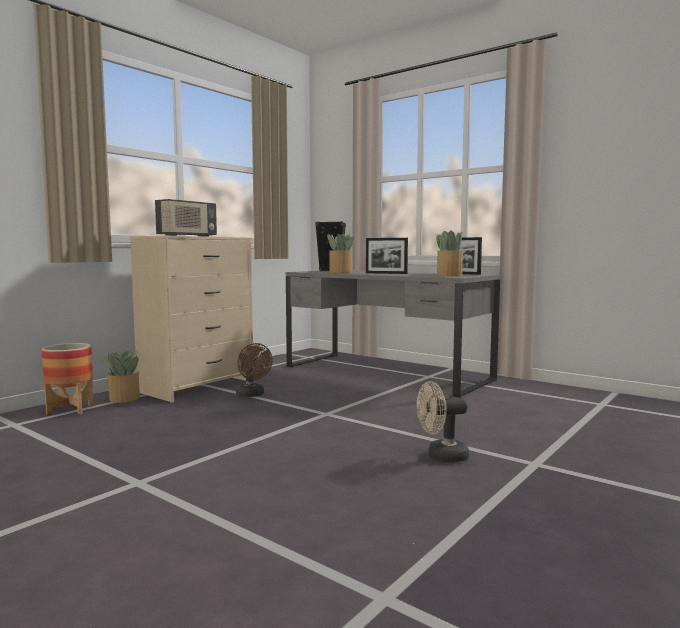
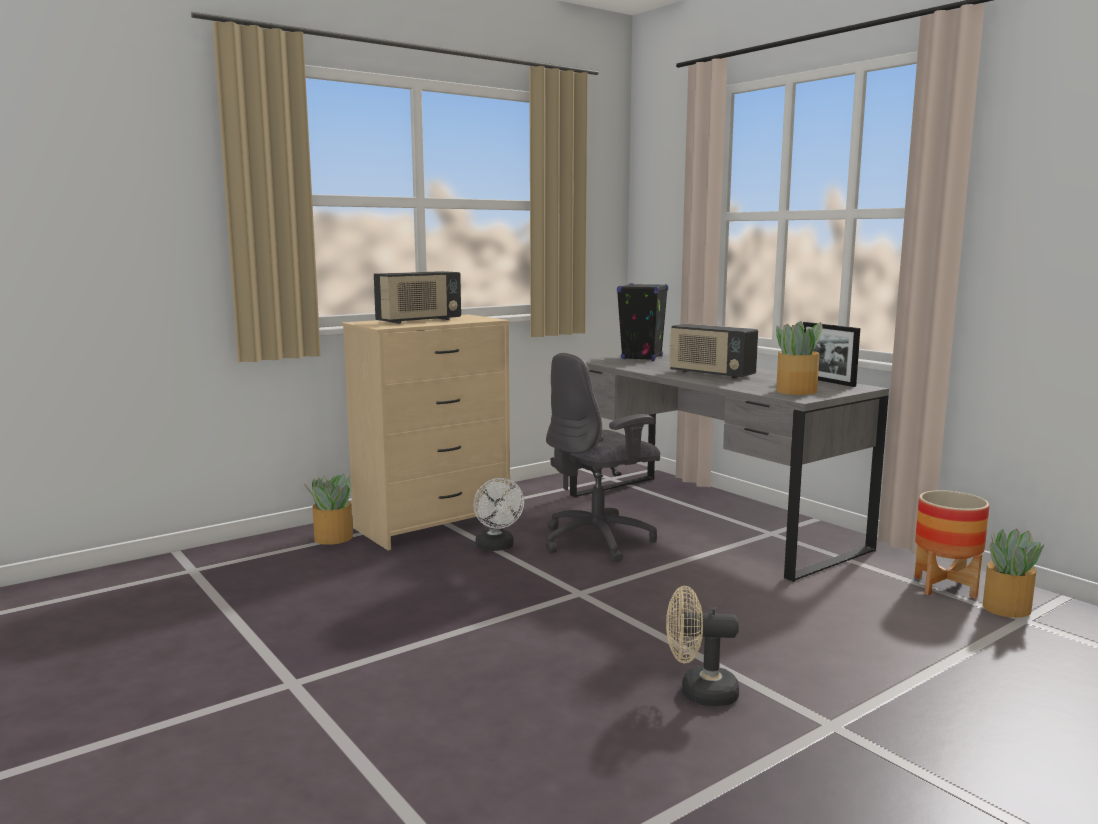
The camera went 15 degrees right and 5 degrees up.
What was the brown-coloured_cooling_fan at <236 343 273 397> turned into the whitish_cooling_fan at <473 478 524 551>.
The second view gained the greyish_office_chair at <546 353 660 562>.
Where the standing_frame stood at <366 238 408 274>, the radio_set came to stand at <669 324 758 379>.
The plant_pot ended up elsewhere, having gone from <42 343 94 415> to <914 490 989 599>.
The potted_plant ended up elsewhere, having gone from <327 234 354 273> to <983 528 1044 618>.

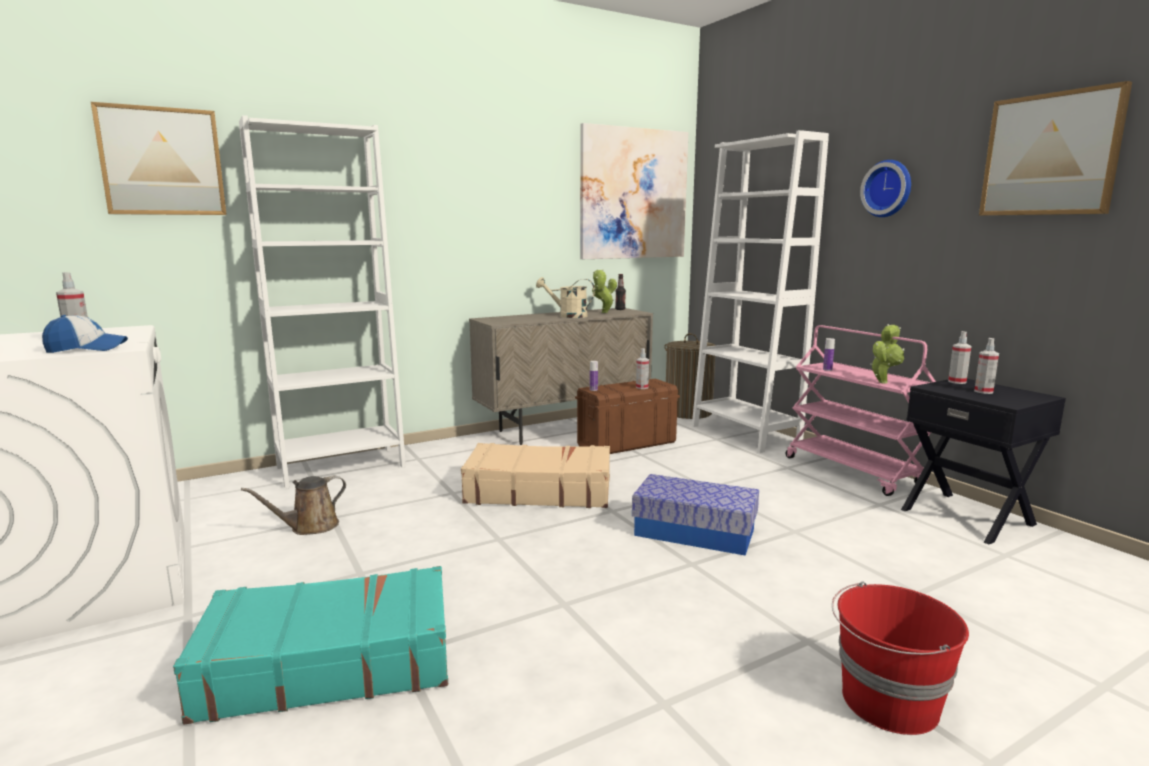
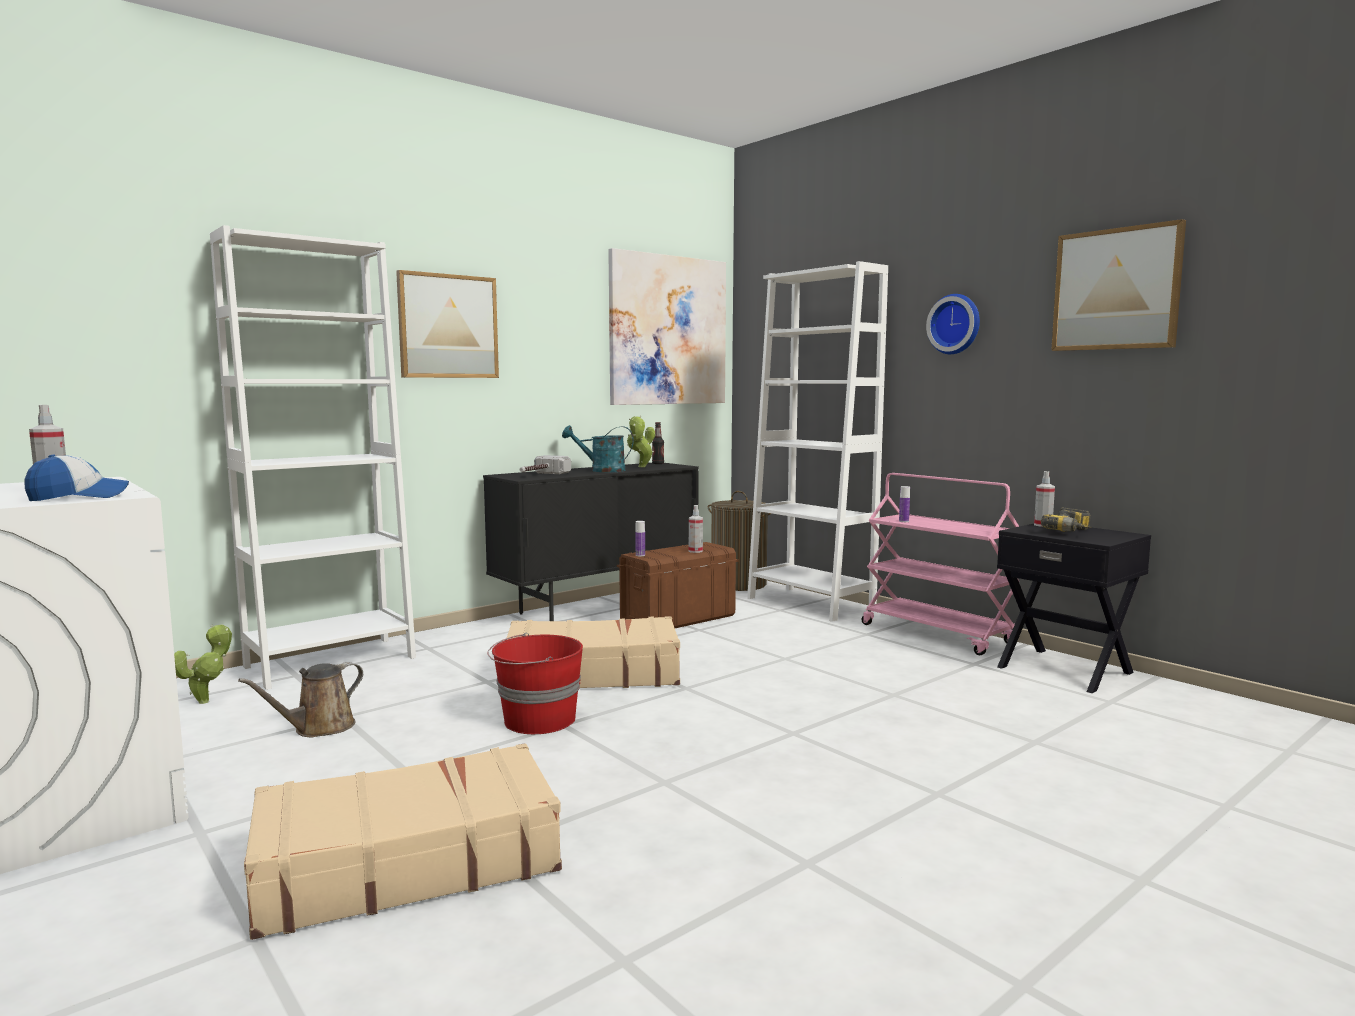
The camera went 10 degrees left and 5 degrees down.
The potted_plant ended up elsewhere, having gone from <870 324 904 384> to <174 624 232 704>.
What was the turquoise-coloured_travel_case at <173 566 448 725> turned into the beige-coloured_travel_case at <244 743 562 940>.
The wall_art ended up elsewhere, having gone from <91 102 227 215> to <396 270 499 378>.
What was the beige-coloured_cabinet at <469 308 653 445> turned into the blackish_cabinet at <483 463 699 621>.
The reddish_water_bucket ended up elsewhere, having gone from <832 582 969 735> to <488 633 583 734>.
The second view gained the hammer at <520 455 571 474>.
What was the beige-coloured_watering_pot at <536 277 595 318> turned into the turquoise-coloured_watering_pot at <562 425 634 472>.
Where the spray_bottle stood at <974 338 999 394>, the power_drill came to stand at <1041 508 1092 532>.
The second view lost the storage_container at <632 474 759 556>.

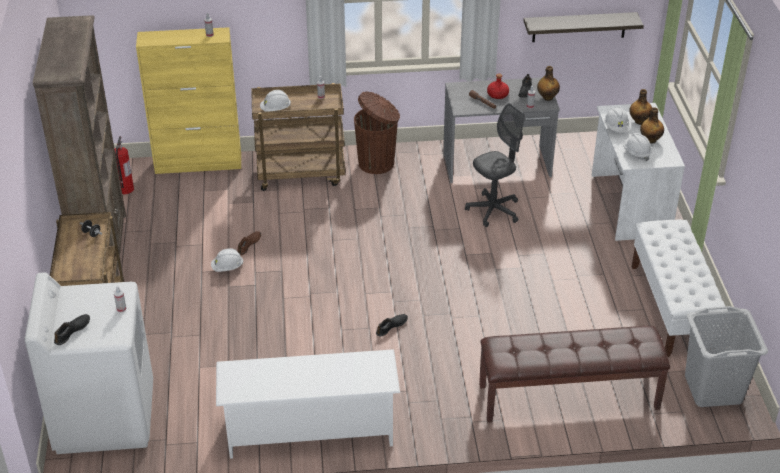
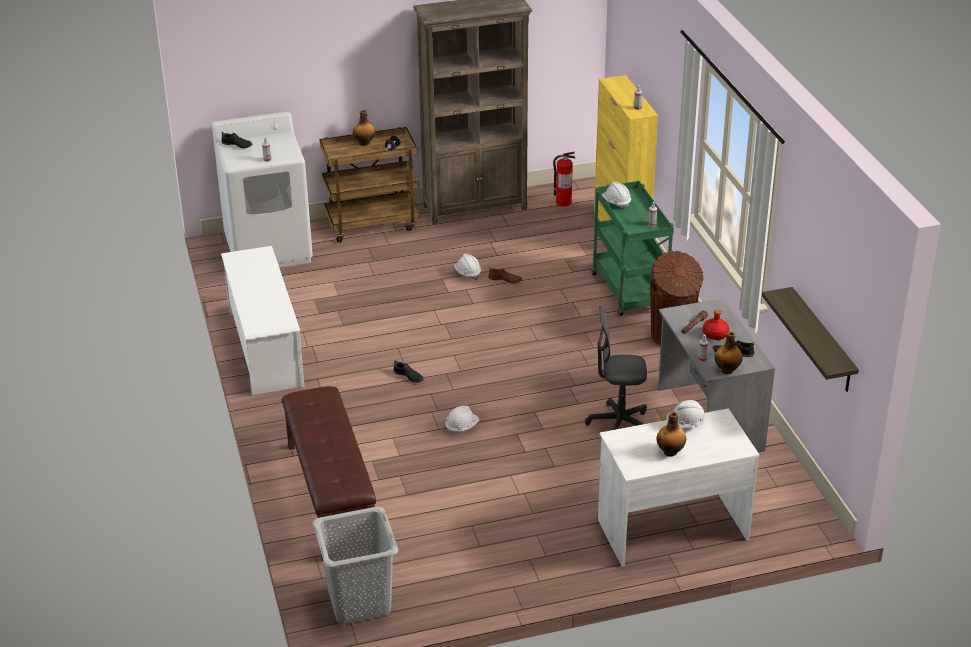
The camera went 80 degrees right and 5 degrees down.
The bottle ended up elsewhere, having gone from <629 89 652 125> to <353 110 375 146>.
The whitish_work_helmet ended up elsewhere, having gone from <622 133 652 161> to <445 406 479 434>.
The greyish_office_chair at <465 103 525 227> ended up facing another way, 135 degrees clockwise from before.
What was the brown-coloured_trolley at <251 83 346 191> turned into the greenish_trolley at <592 181 674 316>.
The second view lost the whitish_bench at <632 220 726 357>.

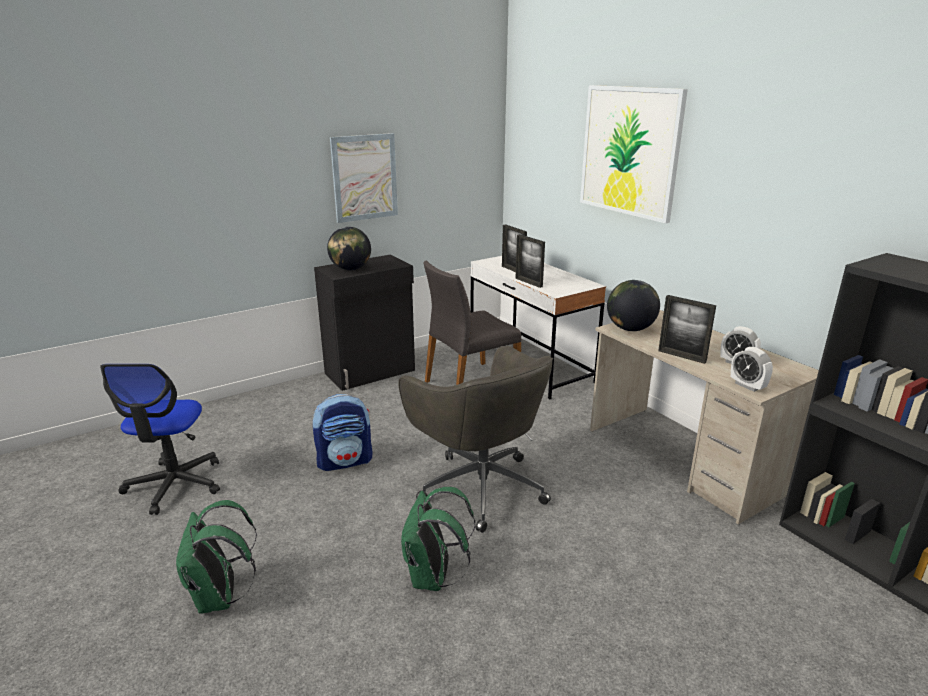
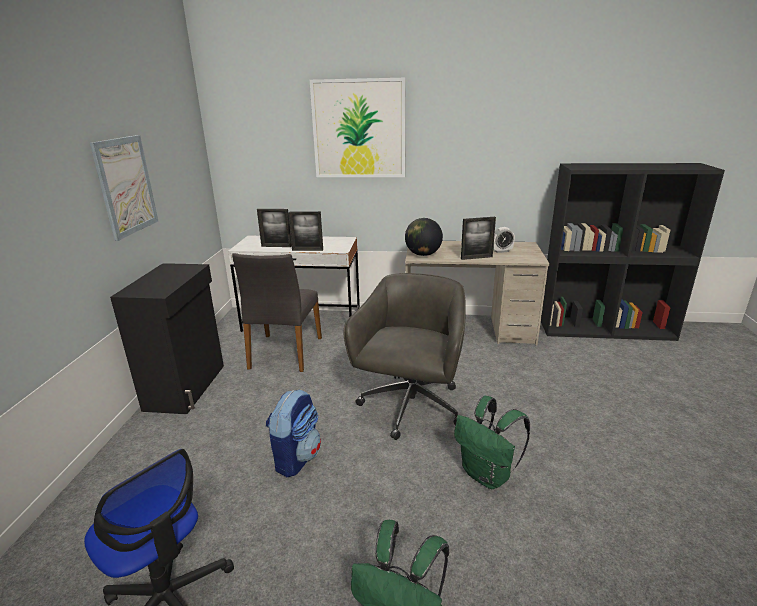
The camera went 50 degrees left and 0 degrees up.
The greyish_office_chair at <399 346 553 533> ended up facing another way, 75 degrees counterclockwise from before.
The second view lost the globe at <327 227 371 270>.
The second view lost the table_clock at <731 347 773 392>.

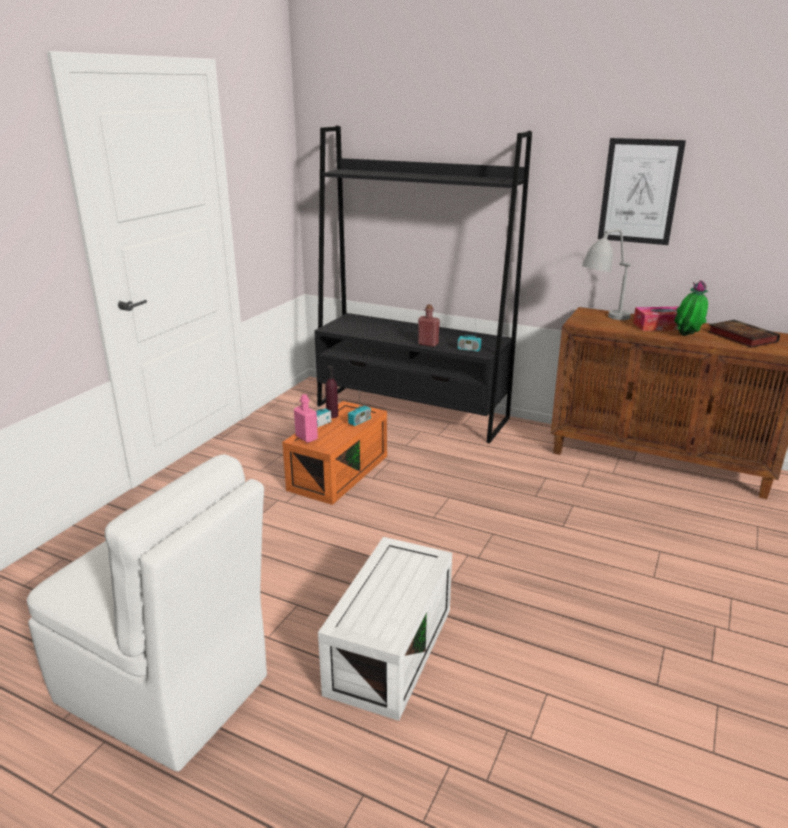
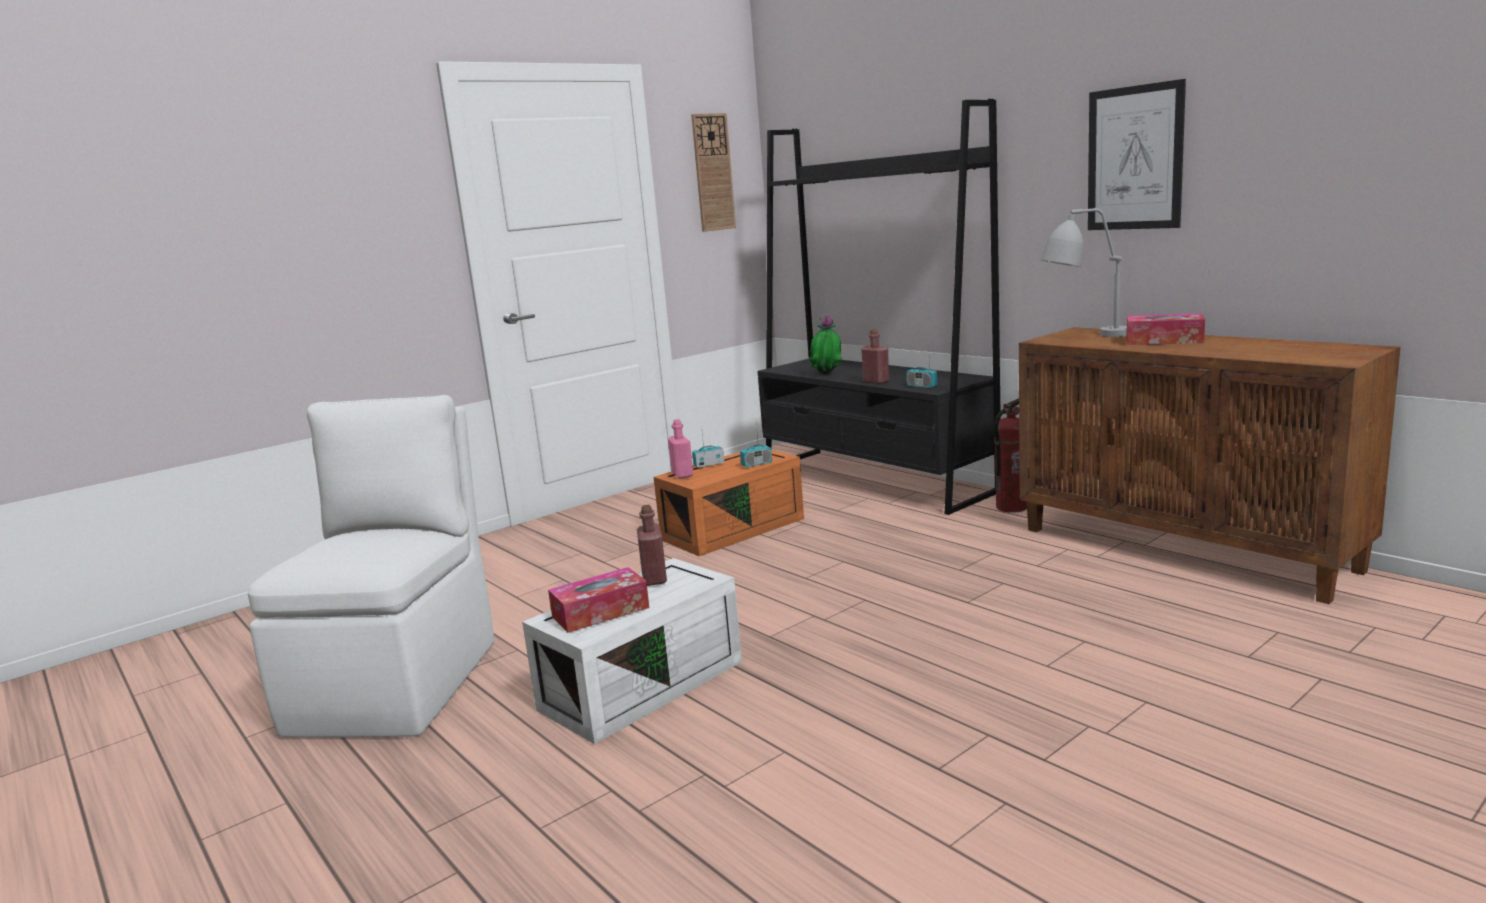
The camera went 25 degrees right and 10 degrees down.
The whitish_upright_chair at <27 454 267 772> ended up facing another way, 135 degrees counterclockwise from before.
The second view gained the box_of_tissues at <548 567 649 633>.
The second view gained the reddish_bottle at <637 505 667 586>.
The second view gained the clock_on_the_wall at <691 113 736 232>.
The potted_plant ended up elsewhere, having gone from <674 280 708 336> to <809 316 842 375>.
The second view gained the extinguisher at <994 398 1027 513>.
The second view lost the purplish_bottle at <325 366 338 418>.
The second view lost the book at <707 320 780 348>.

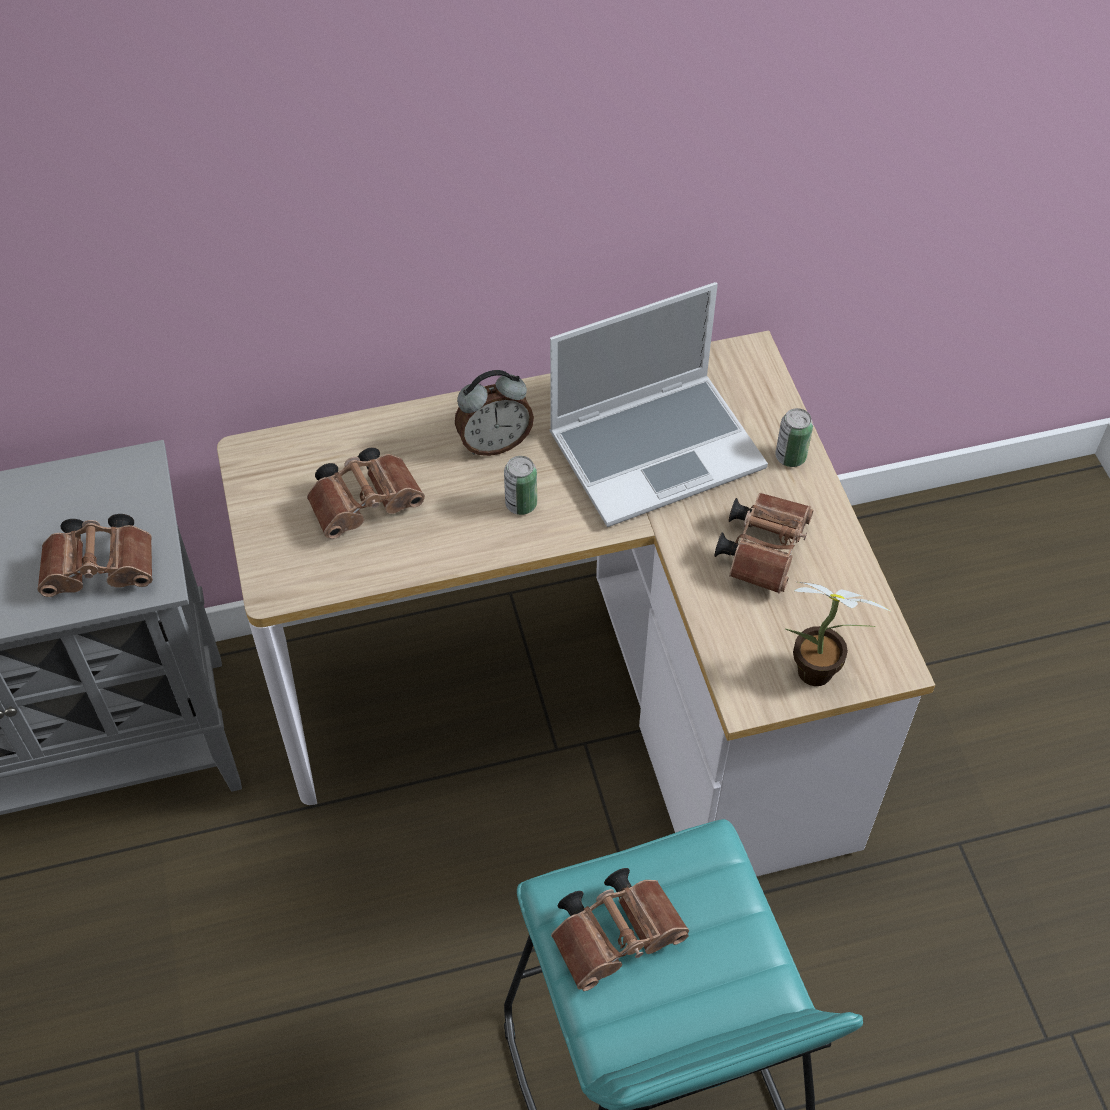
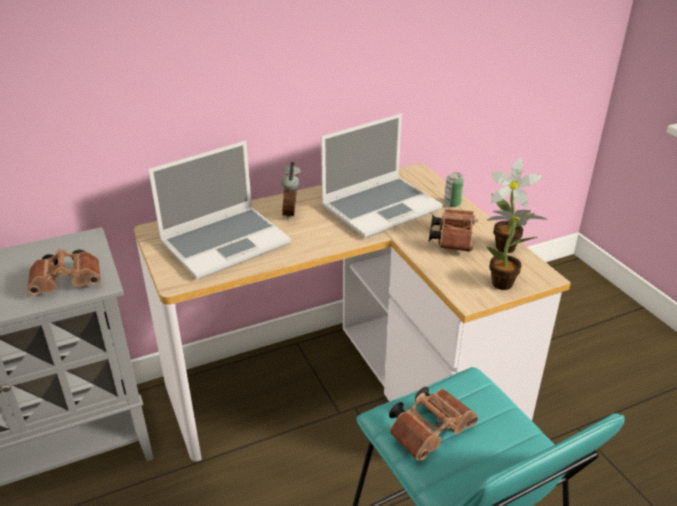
The camera went 10 degrees left and 20 degrees down.
Where the brown-coloured_field_glasses stood at <307 447 425 539>, the portable_computer came to stand at <148 141 291 279>.
The table_clock at <455 370 534 456> ended up facing another way, 120 degrees clockwise from before.
The second view gained the potted_plant at <490 158 543 253>.
The second view lost the metal_can at <504 456 537 515>.

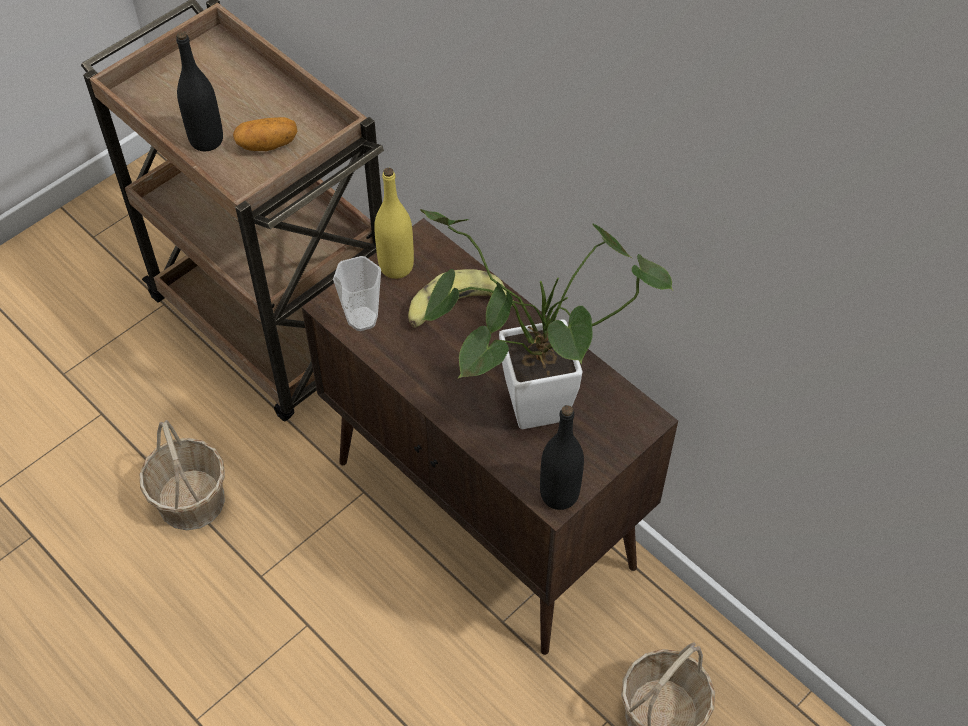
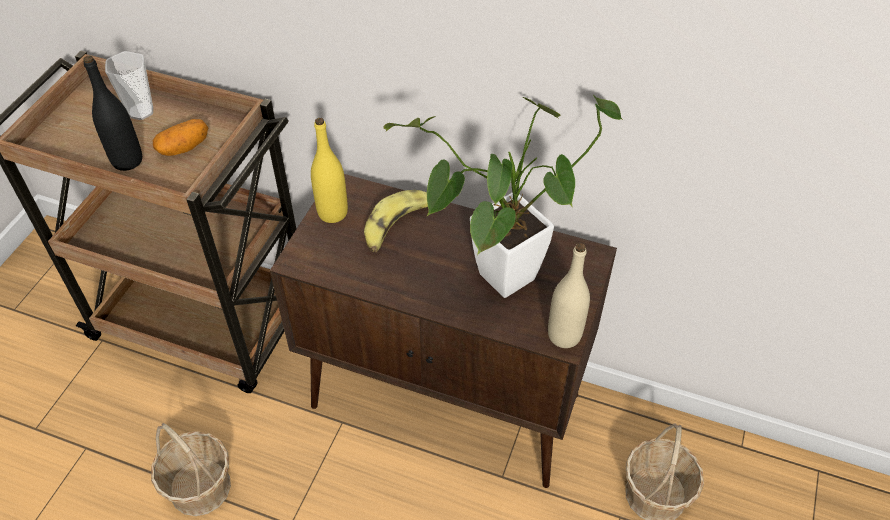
The camera went 25 degrees left and 5 degrees down.
The small_cup ended up elsewhere, having gone from <333 256 381 331> to <105 51 153 120>.
What was the blackish_bottle at <540 405 584 510> turned into the beige-coloured_bottle at <548 243 590 348>.

